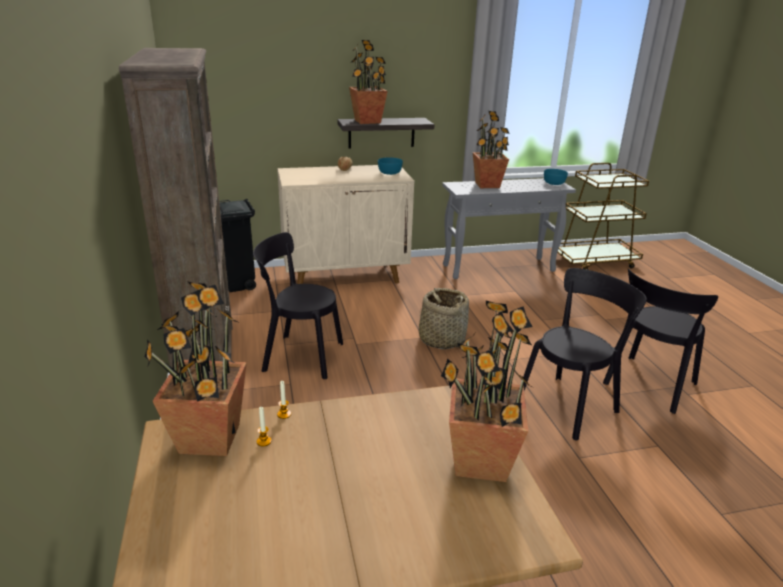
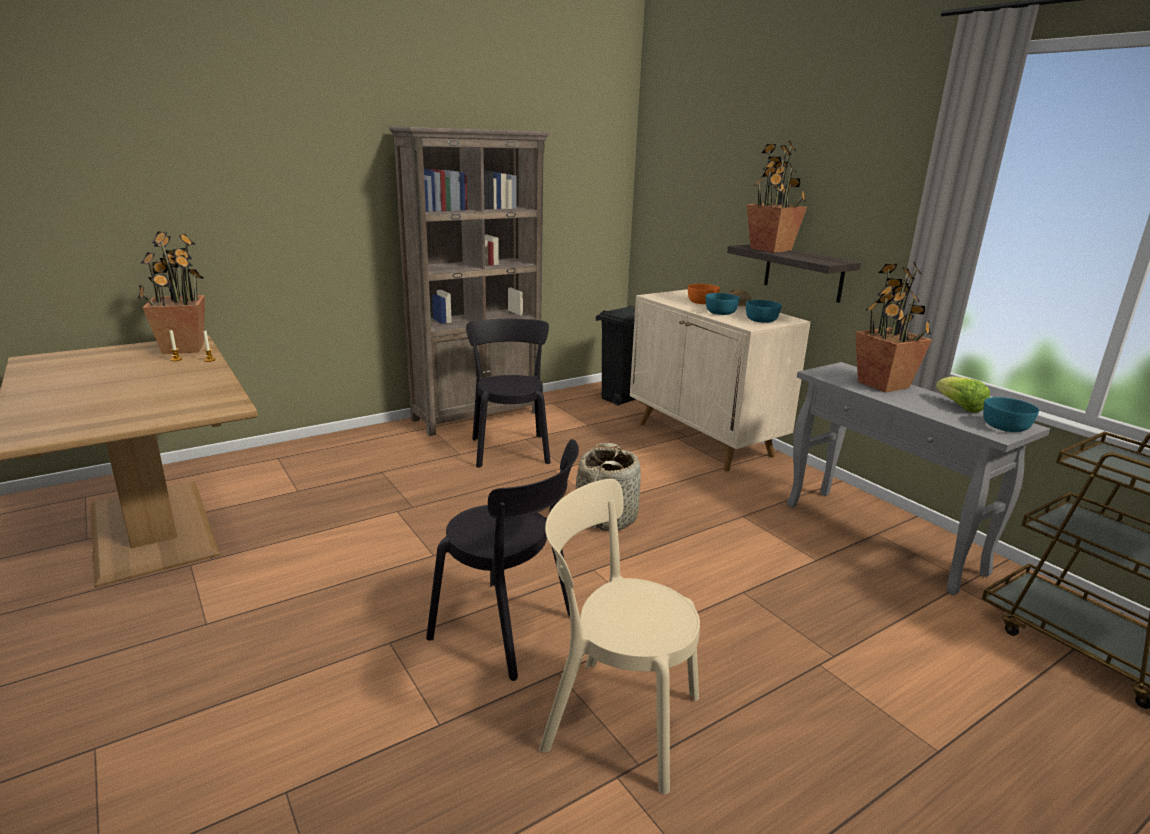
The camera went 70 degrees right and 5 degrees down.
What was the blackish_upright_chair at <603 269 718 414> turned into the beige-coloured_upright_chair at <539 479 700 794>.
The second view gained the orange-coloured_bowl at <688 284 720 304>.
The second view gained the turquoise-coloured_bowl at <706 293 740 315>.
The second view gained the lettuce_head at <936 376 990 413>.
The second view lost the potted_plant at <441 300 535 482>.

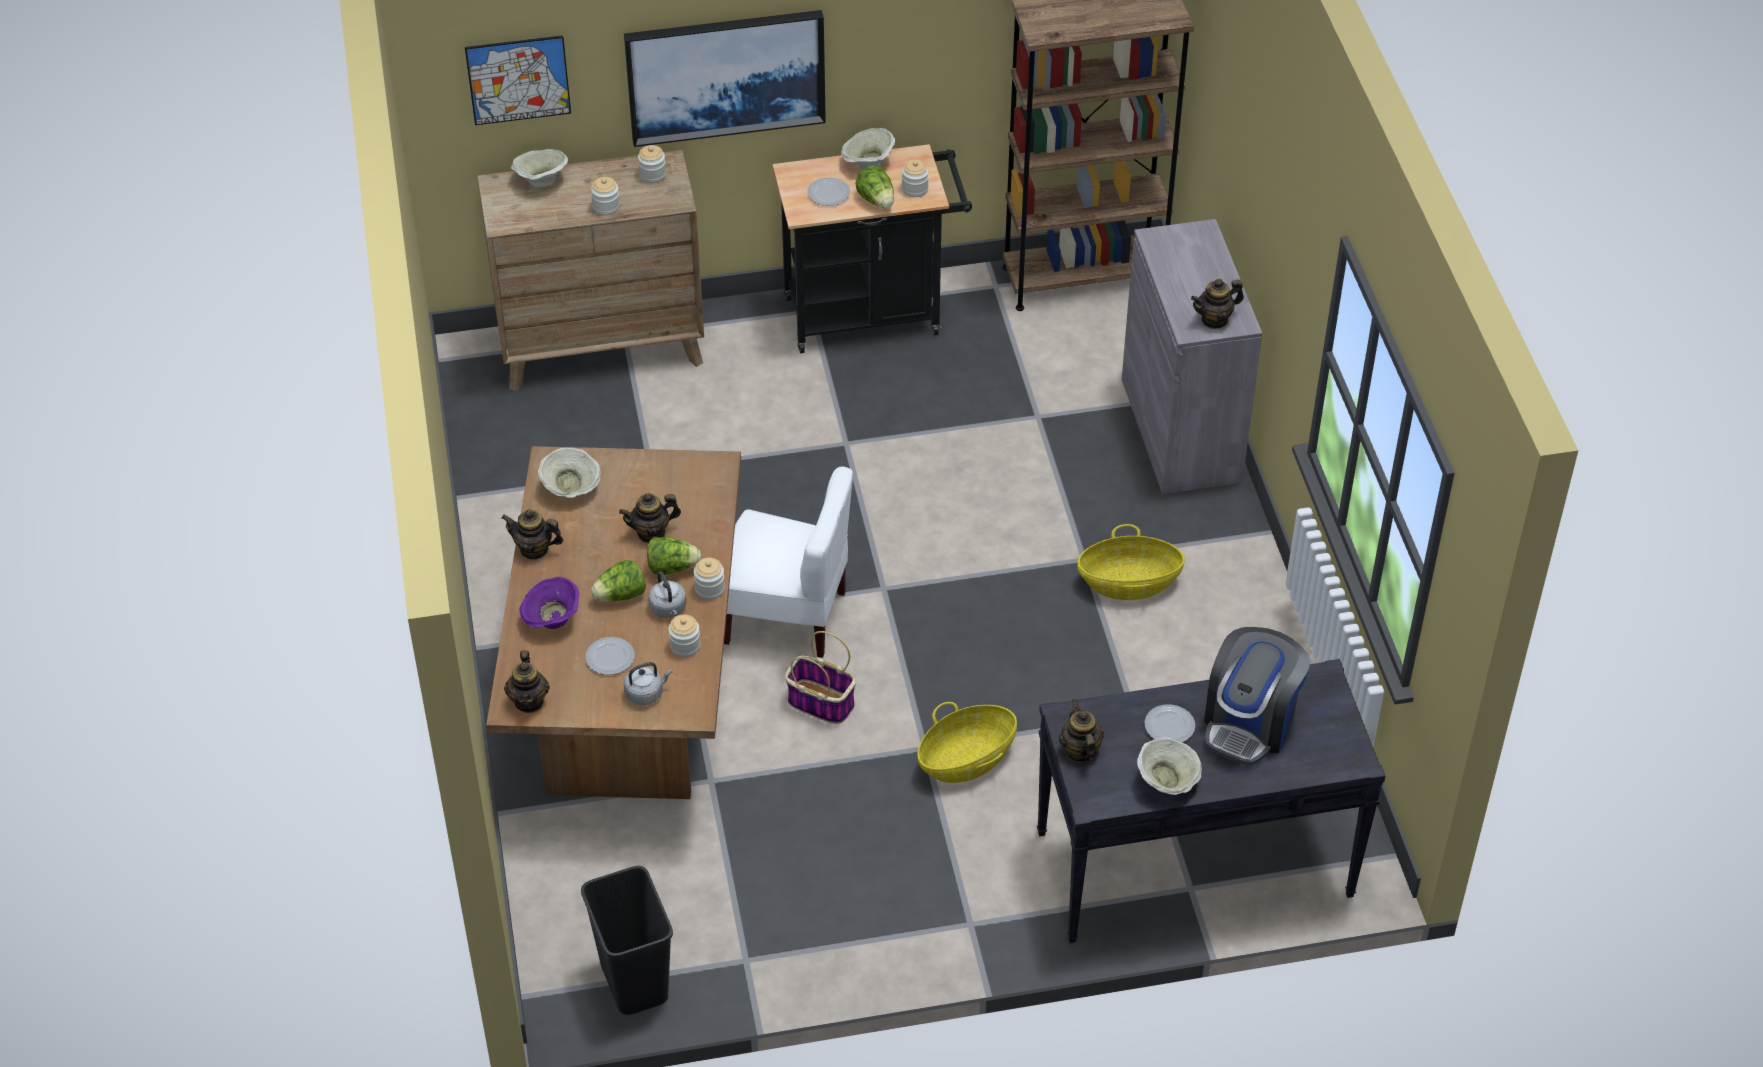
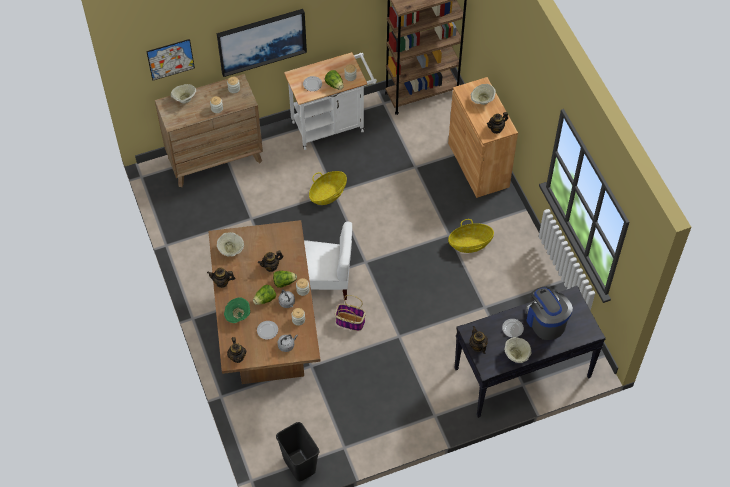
The camera went 10 degrees left and 10 degrees up.
What was the purplish_bowl at <519 577 579 629> turned into the greenish_bowl at <224 297 250 323>.
What was the blackish_trolley at <772 144 972 353> turned into the whitish_trolley at <284 52 377 150>.
The storage_basket ended up elsewhere, having gone from <917 702 1017 783> to <309 171 347 205>.
What was the greyish_cabinet at <1122 219 1262 494> turned into the brown-coloured_cabinet at <448 77 518 198>.
The beige-coloured_bowl ended up elsewhere, having gone from <841 128 895 169> to <471 84 496 105>.
The coffee_machine at <1204 627 1310 766> ended up facing another way, 135 degrees clockwise from before.

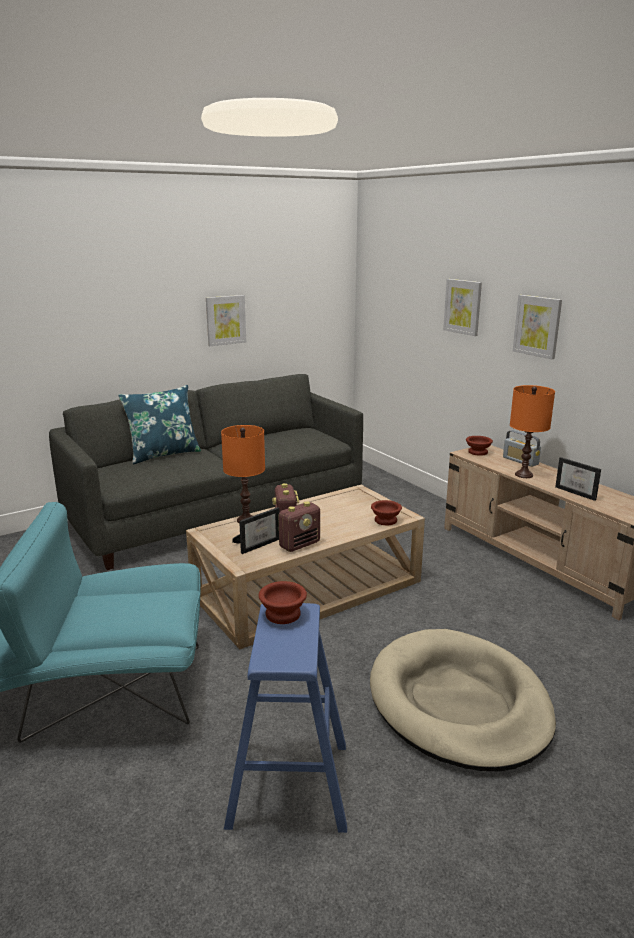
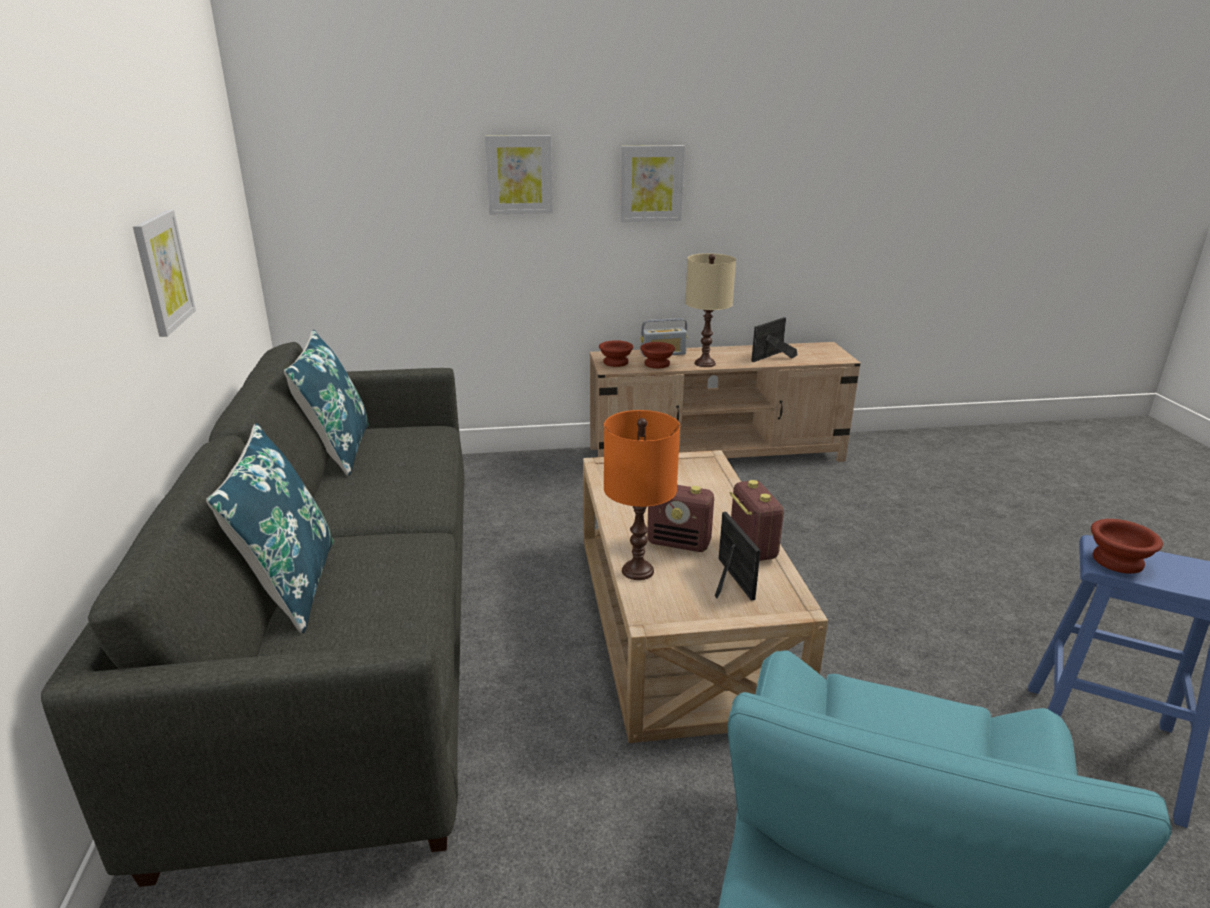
The camera went 65 degrees left and 5 degrees up.
The second view gained the blue_pillow at <284 330 369 476>.
The brown-coloured_bowl ended up elsewhere, having gone from <371 500 402 525> to <640 342 675 368>.
What was the orange-coloured_table_lamp at <510 385 555 478> turned into the beige-coloured_table_lamp at <685 253 736 367>.
The standing_frame at <555 457 601 501> ended up facing another way, 150 degrees clockwise from before.
The second view lost the beige-coloured_dog_cushion at <370 629 556 772>.

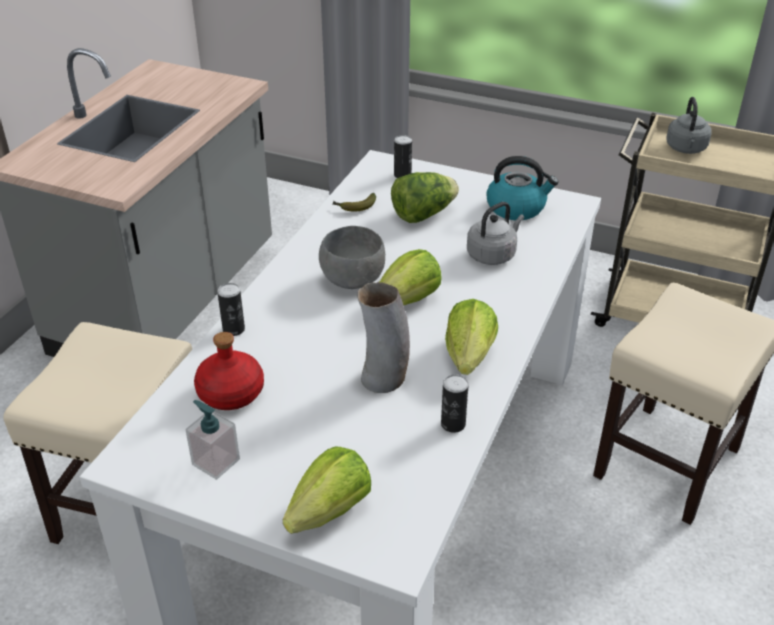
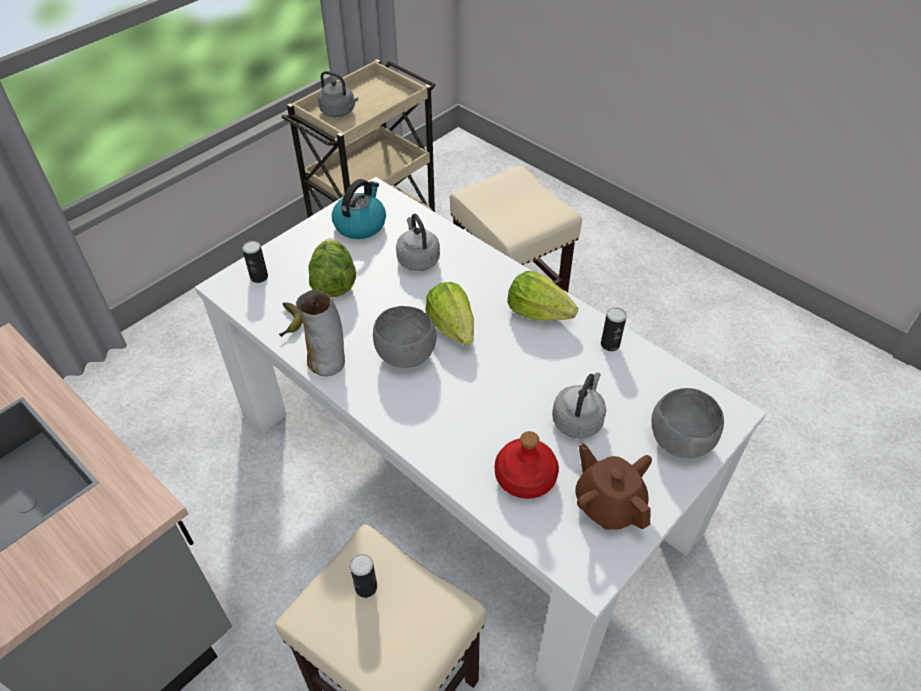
The camera went 70 degrees left and 10 degrees up.
The decorative_vase ended up elsewhere, having gone from <358 282 410 393> to <296 290 345 376>.
The metal_can ended up elsewhere, having gone from <217 283 245 336> to <350 554 377 598>.
The second view gained the greyish_water_kettle at <552 372 606 438>.
Where the liquid_soap_bottle stood at <185 400 240 480>, the brown-coloured_tea_pot came to stand at <575 443 652 530>.
Where the lettuce_head stood at <283 447 371 534>, the greyish_bowl came to stand at <651 388 724 458>.

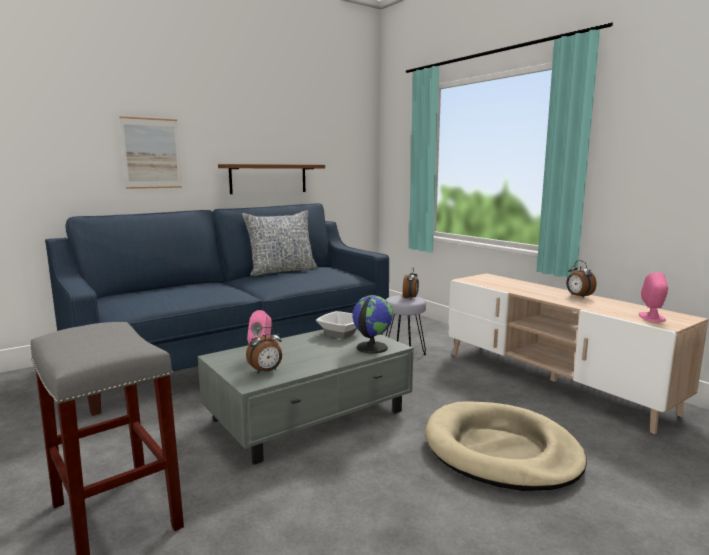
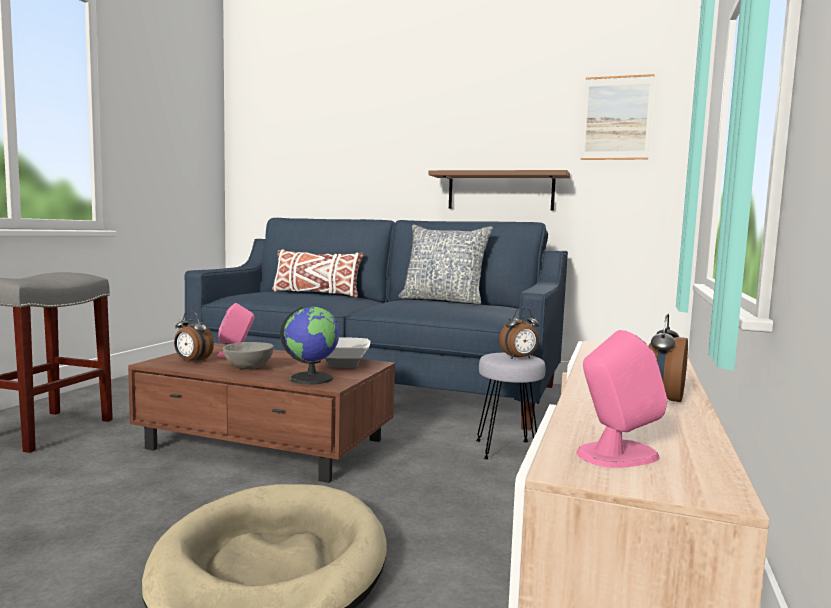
The camera went 55 degrees right and 5 degrees down.
What was the greyish_low_table at <198 329 413 465> turned into the brown-coloured_low_table at <128 343 395 483>.
The second view gained the greyish_bowl at <223 342 274 369>.
The second view gained the whitish_pillow at <272 250 363 297>.
The wall_art ended up elsewhere, having gone from <119 116 182 189> to <581 74 655 160>.

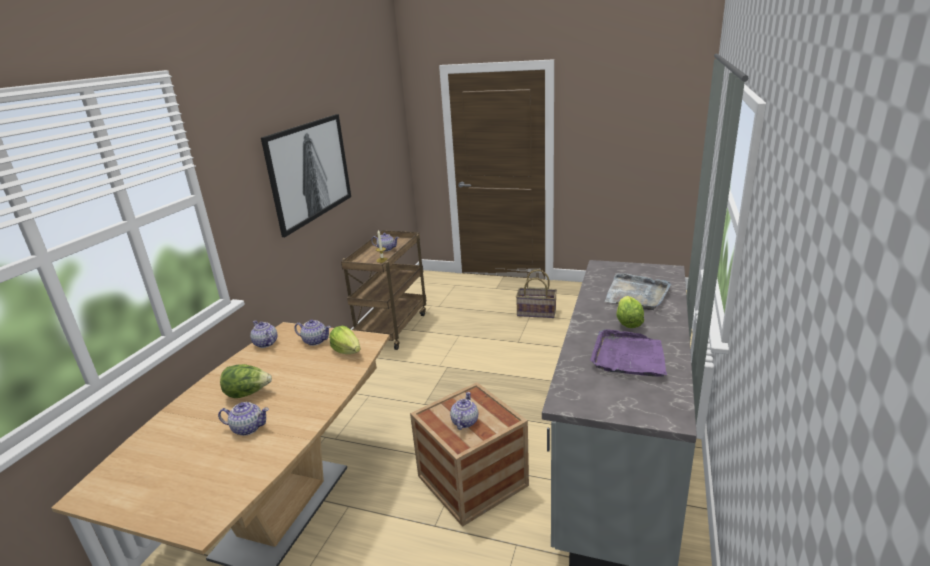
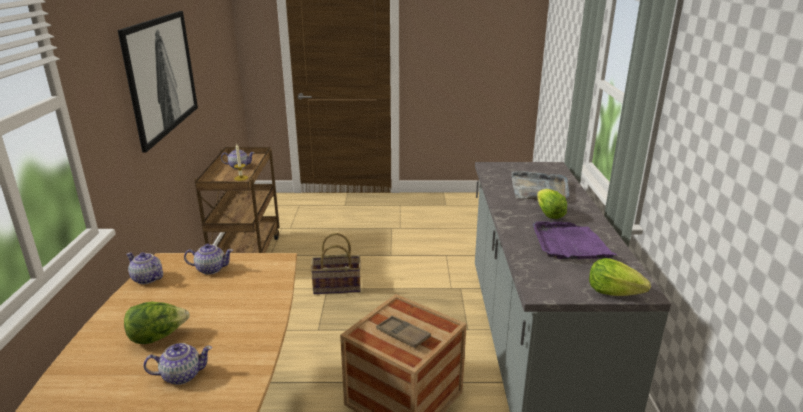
The camera went 20 degrees left and 0 degrees up.
The storage_basket ended up elsewhere, having gone from <516 269 557 318> to <310 233 361 294>.
Where the tea_pot stood at <450 392 478 430>, the brown-coloured_tray came to stand at <376 315 431 348>.
The lettuce_head ended up elsewhere, having gone from <329 326 360 354> to <589 258 651 296>.

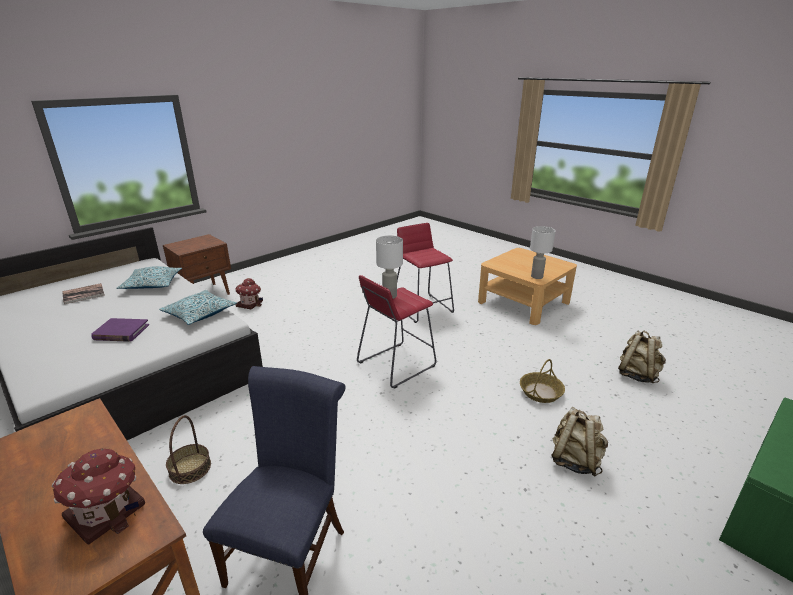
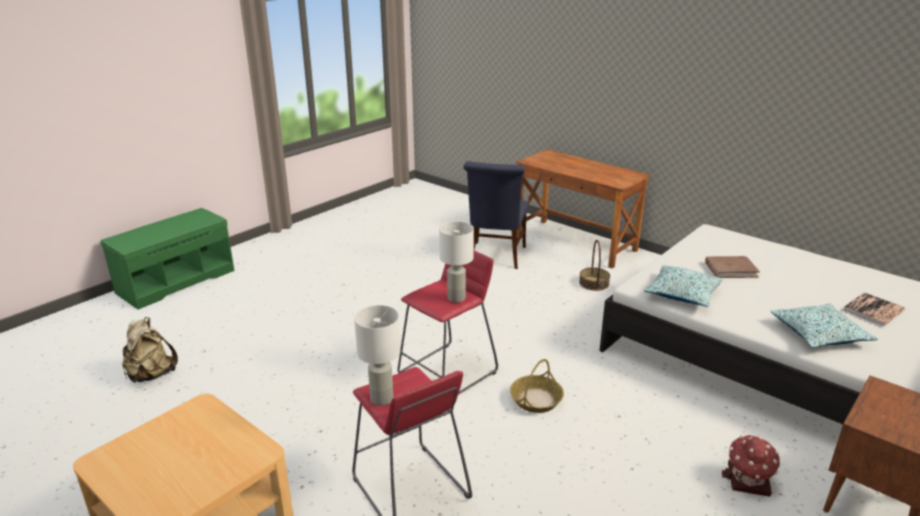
The camera went 175 degrees right and 0 degrees up.
The whitish_table_lamp ended up elsewhere, having gone from <530 226 556 279> to <354 305 401 406>.
The storage_basket ended up elsewhere, having gone from <520 359 565 403> to <510 359 564 413>.
What was the purplish_book at <91 318 149 342> turned into the brown-coloured_book at <705 256 760 278>.
The second view lost the toy_house at <52 448 145 545>.
The second view lost the beige-coloured_knapsack at <551 407 608 477>.

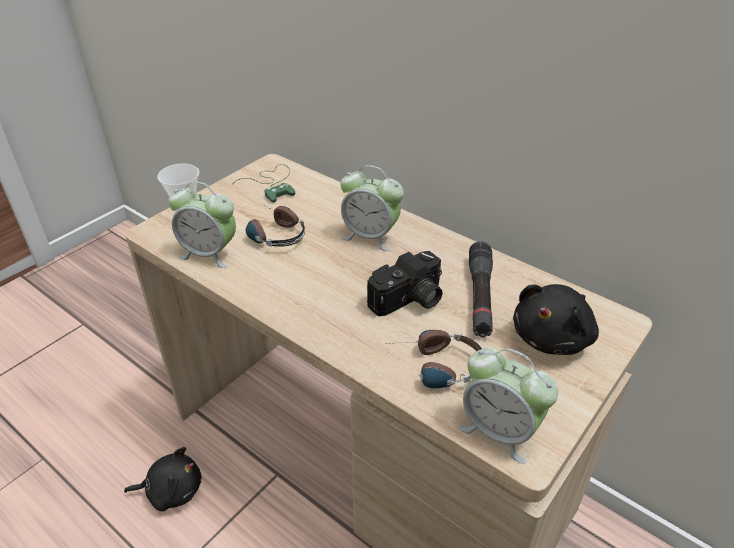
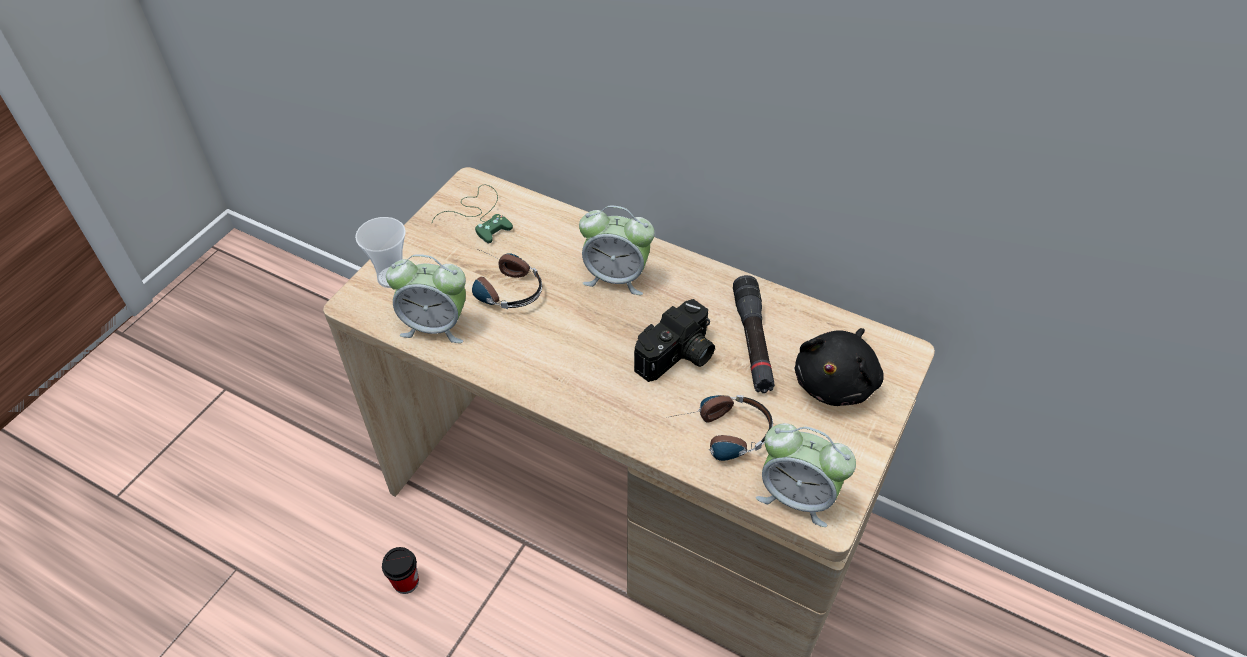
The camera went 10 degrees left and 10 degrees up.
Where the blackish_plush_toy stood at <124 447 201 511>, the small_cup came to stand at <382 547 419 594>.

